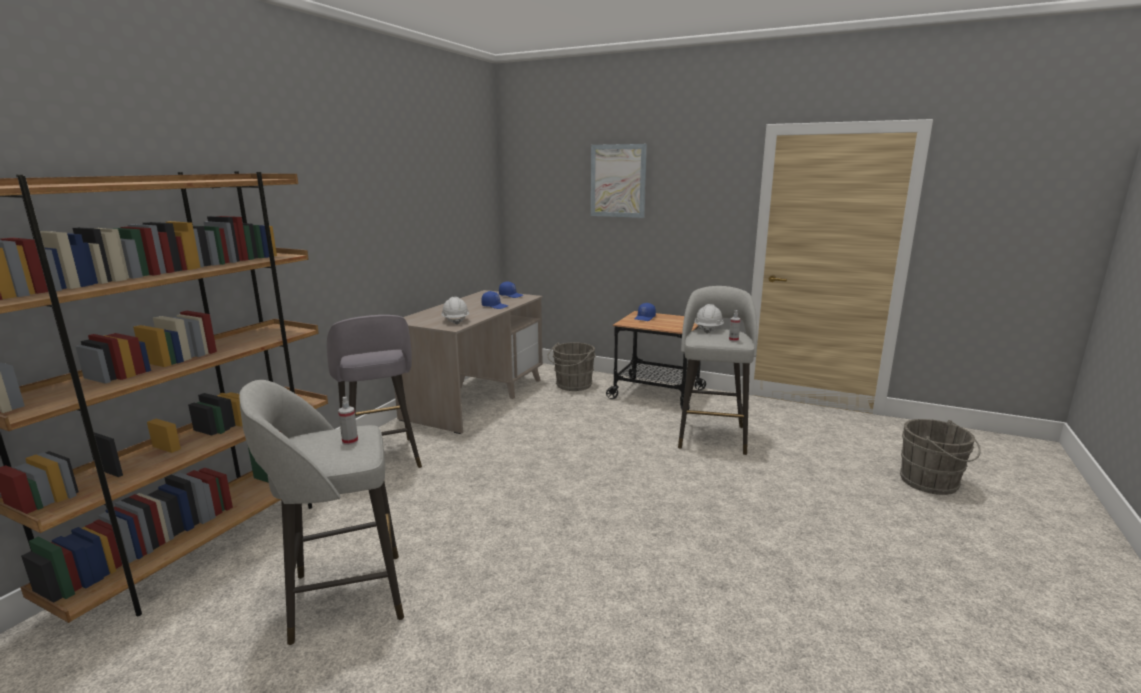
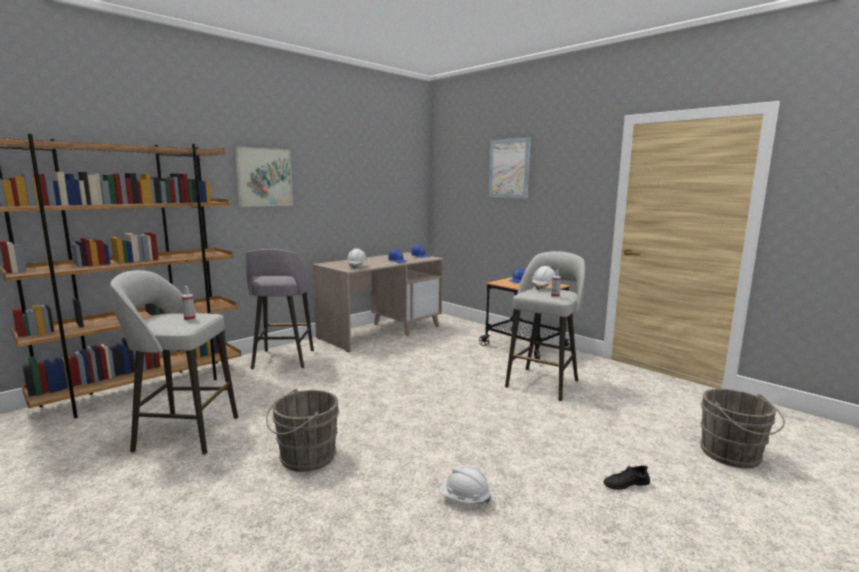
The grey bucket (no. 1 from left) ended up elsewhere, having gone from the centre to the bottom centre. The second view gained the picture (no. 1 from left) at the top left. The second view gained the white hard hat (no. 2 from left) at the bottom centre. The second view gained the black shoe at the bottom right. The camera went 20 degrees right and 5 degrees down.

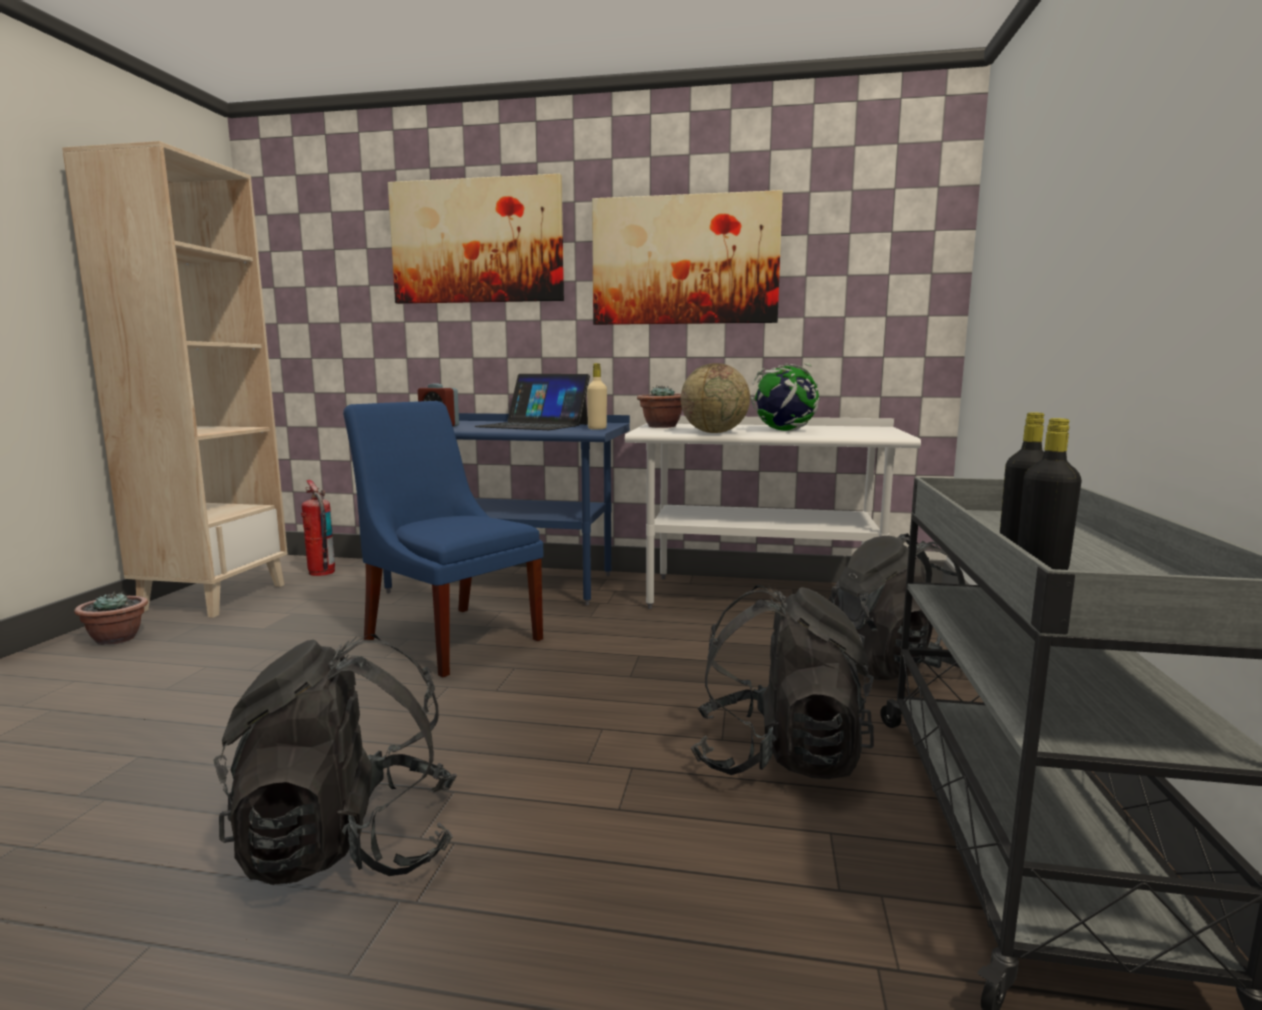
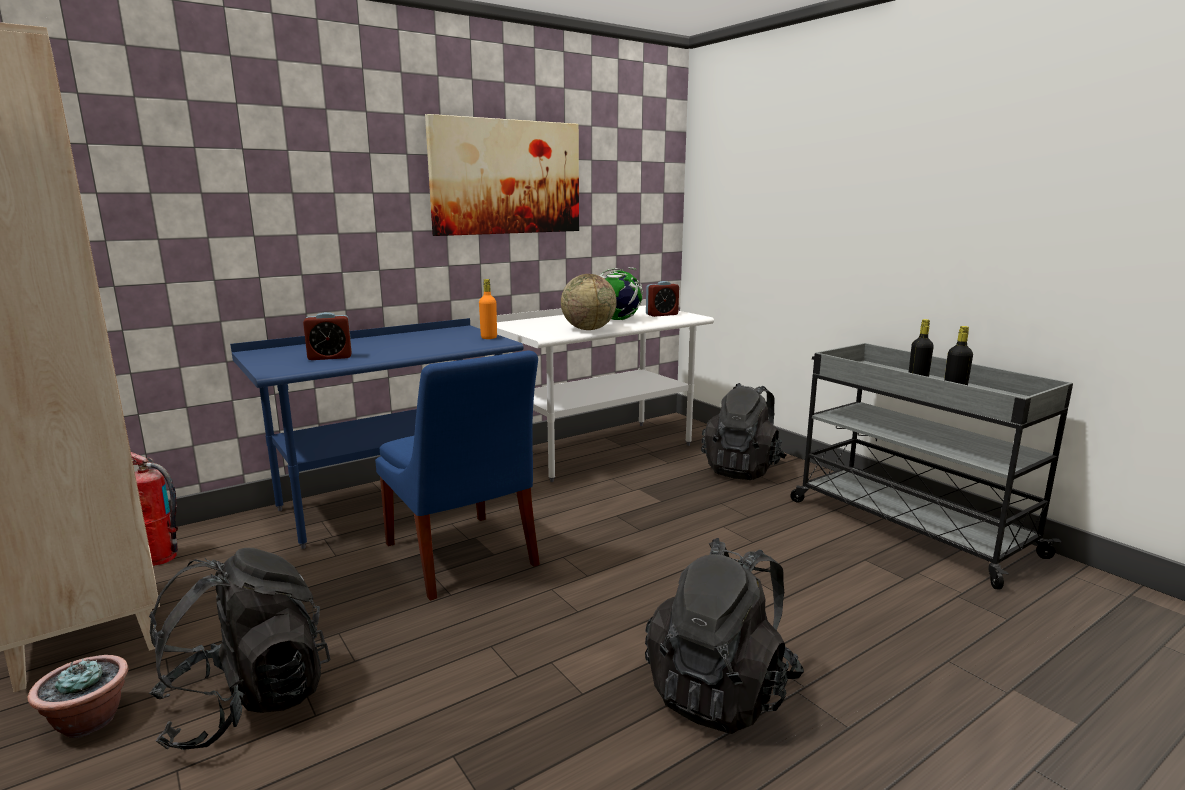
The blue chair at the centre ended up facing another way, 120 degrees counterclockwise from before. The second view lost the picture (no. 1 from left) at the top centre. The second view lost the laptop at the centre. What was the beige bottle at the centre turned into the orange bottle at the centre. The second view lost the potted plant (no. 2 from left) at the centre. The black backpack (no. 2 from left in the first image) ended up elsewhere, having gone from the bottom centre to the bottom left. The second view gained the alarm clock (no. 2 from left) at the centre. The camera went 45 degrees left and 5 degrees up.

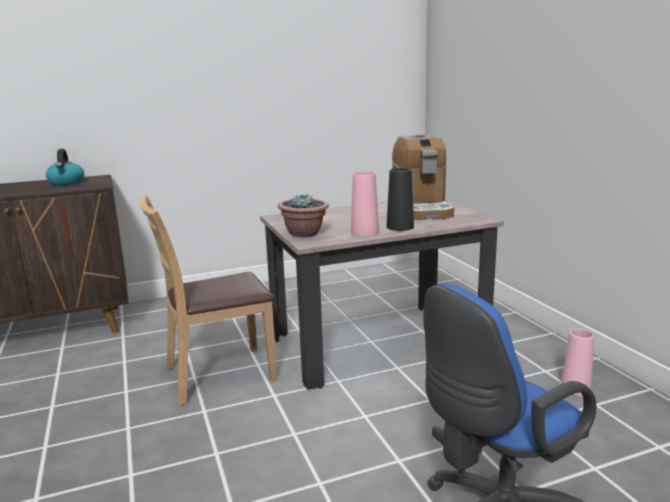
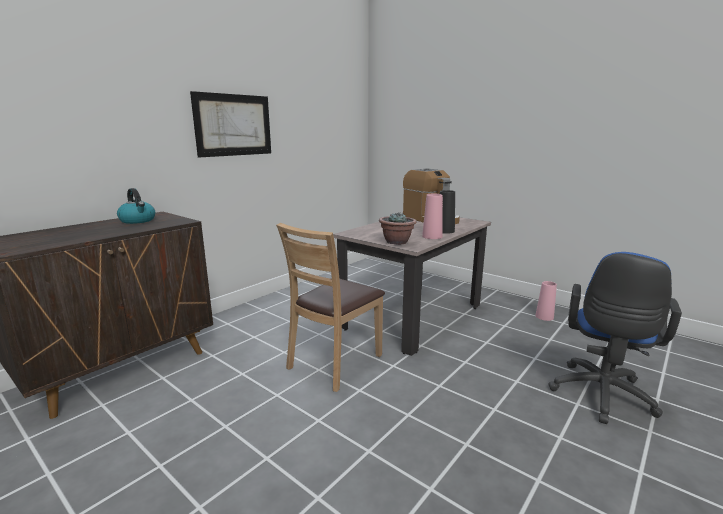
The second view gained the picture at the top left. The camera went 30 degrees left and 0 degrees up.

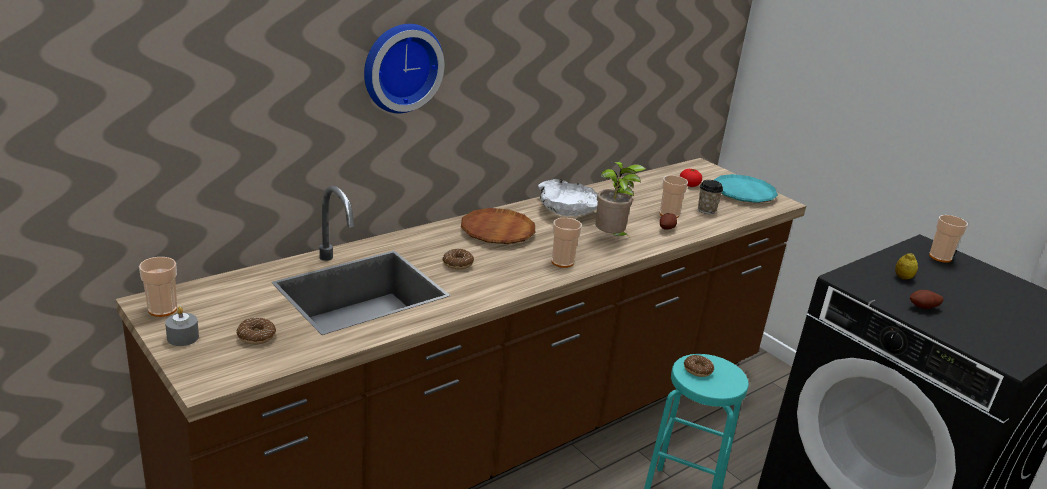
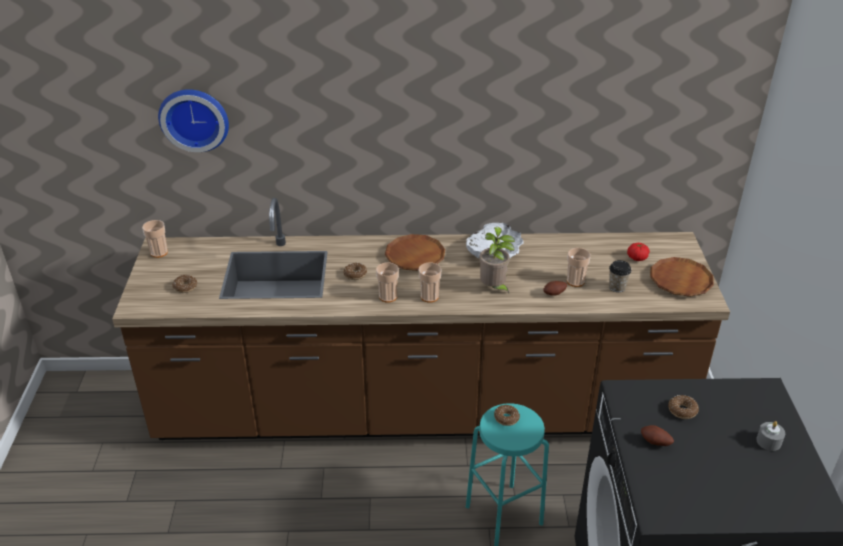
The grey candle ended up elsewhere, having gone from the bottom left to the bottom right. The wall clock ended up elsewhere, having gone from the top centre to the top left. What was the turquoise plate at the middle right turned into the brown plate (no. 2 from left) at the middle right. Where the lemon stood at the middle right, the donut (no. 4 from left) came to stand at the bottom right. The cup (no. 5 from left in the first image) ended up elsewhere, having gone from the middle right to the centre. The camera went 40 degrees right and 10 degrees up.

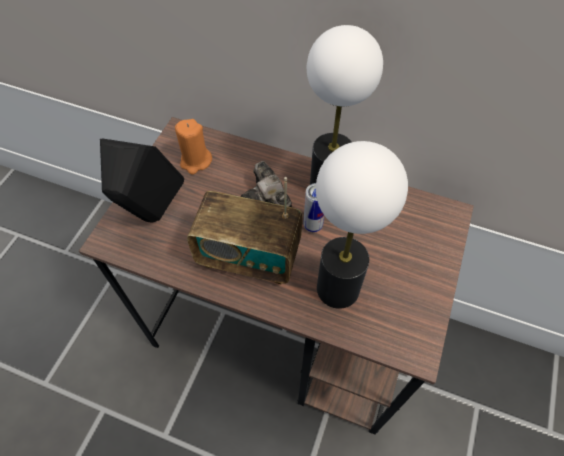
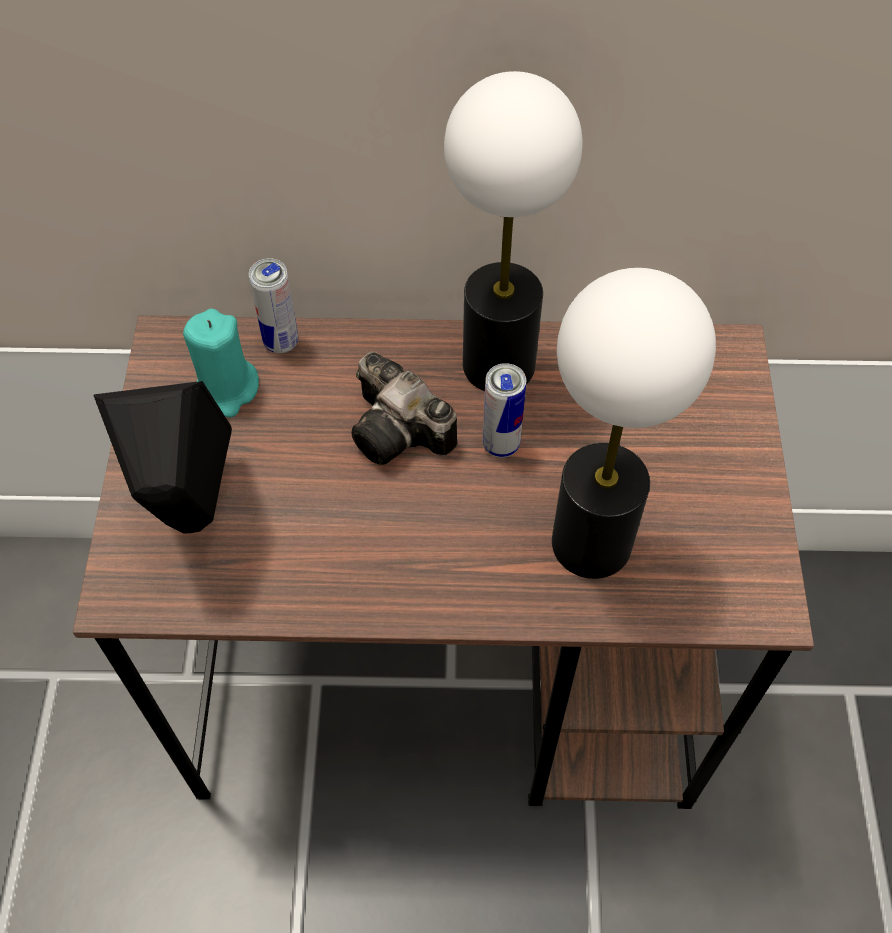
What was the orange candle at the top centre turned into the turquoise candle at the middle left. The second view lost the radio at the centre. The second view gained the can (no. 1 from left) at the top left. The camera went 20 degrees left and 0 degrees up.

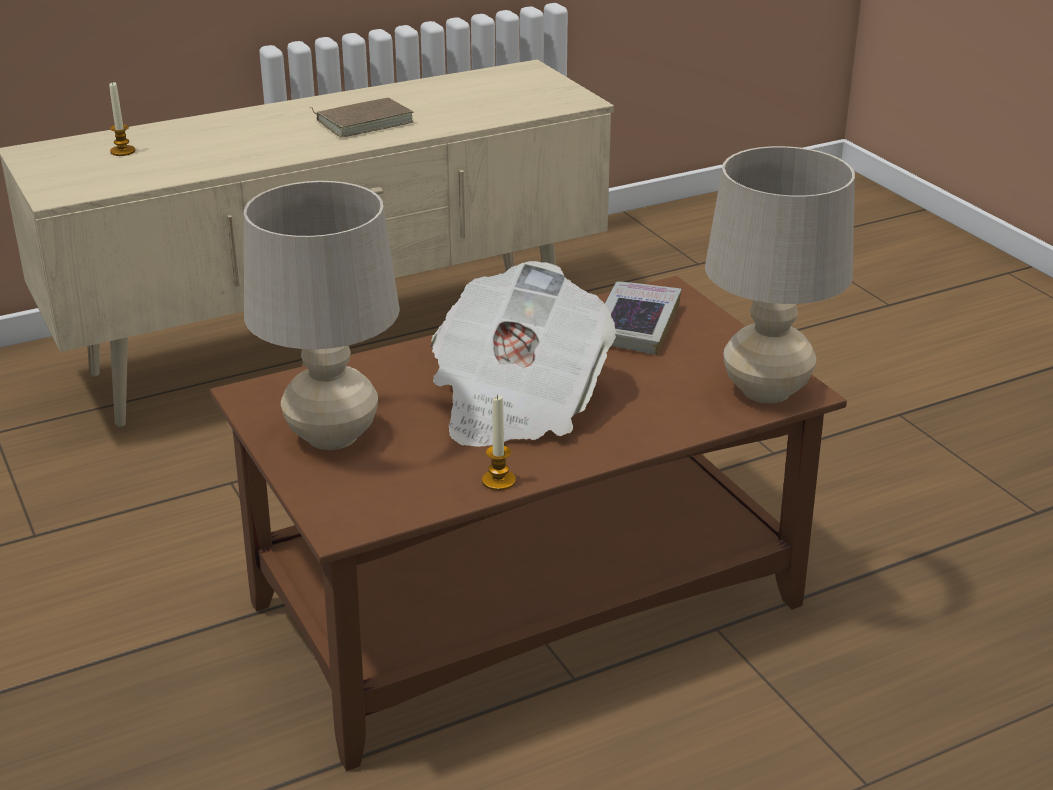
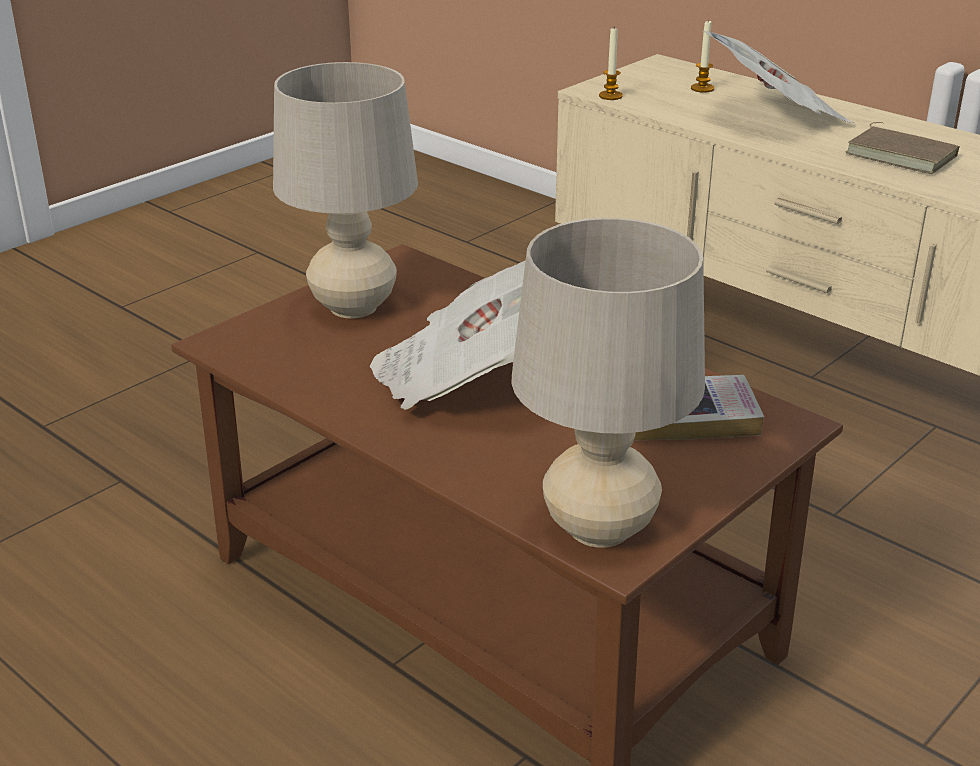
The candle (no. 2 from left in the first image) ended up elsewhere, having gone from the centre to the top centre. The second view gained the newspaper (no. 2 from left) at the top right. The camera went 70 degrees right and 0 degrees up.

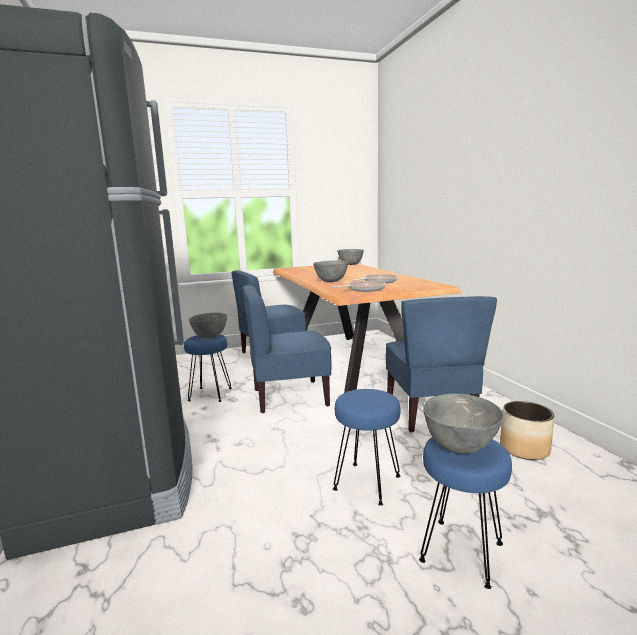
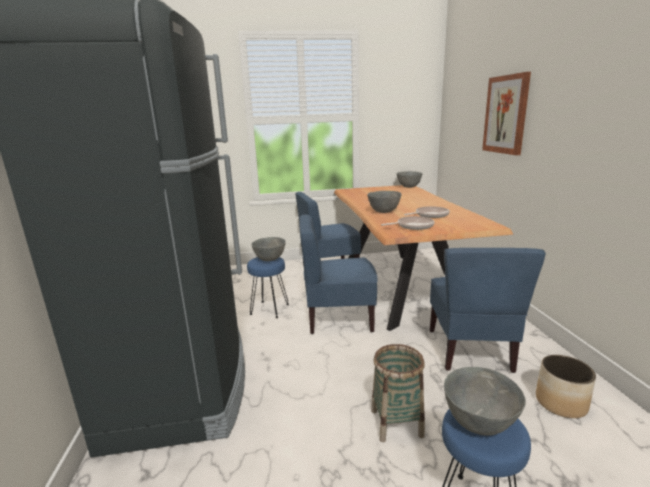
Where the blue stool (no. 2 from left) stood at the bottom centre, the basket came to stand at the bottom centre. The second view gained the picture at the top right. The camera went 10 degrees right and 5 degrees up.

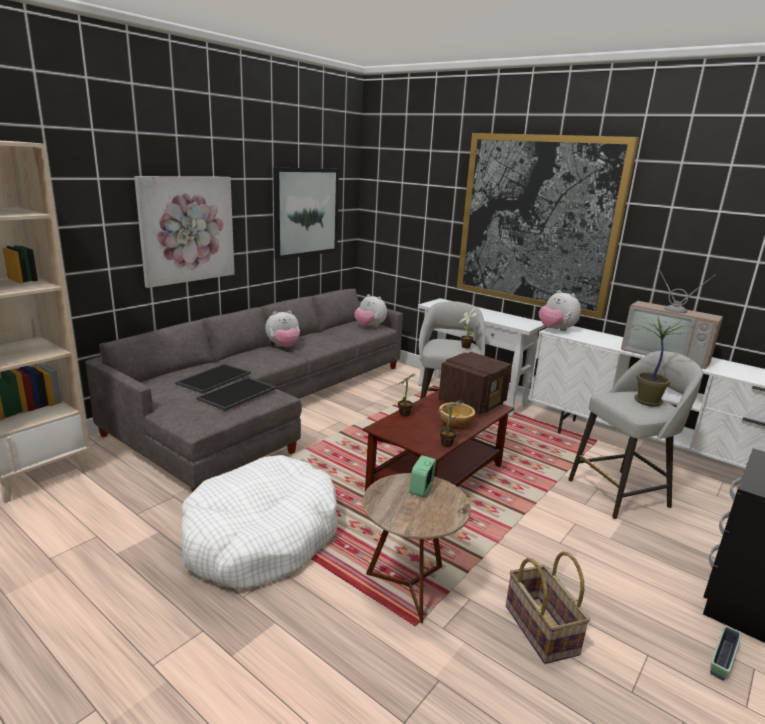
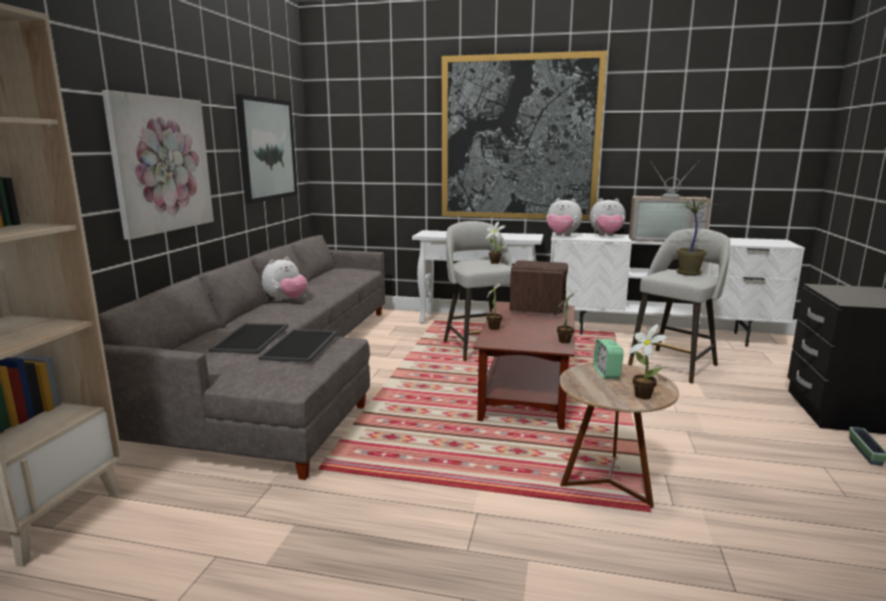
The second view lost the white dog bed at the bottom centre. The plush toy (no. 2 from left in the first image) ended up elsewhere, having gone from the centre to the middle right. The second view lost the bowl at the centre. The second view lost the basket at the bottom right. The second view gained the potted plant (no. 4 from left) at the middle right. The camera went 25 degrees left and 5 degrees down.

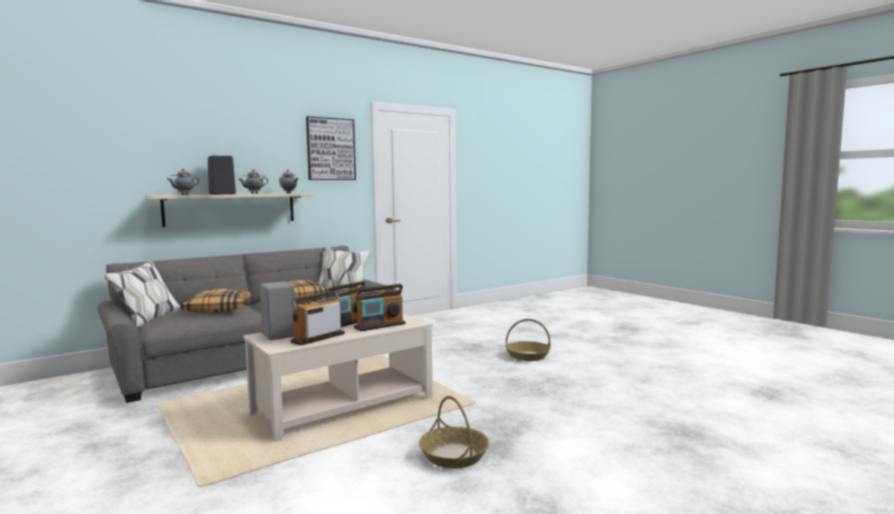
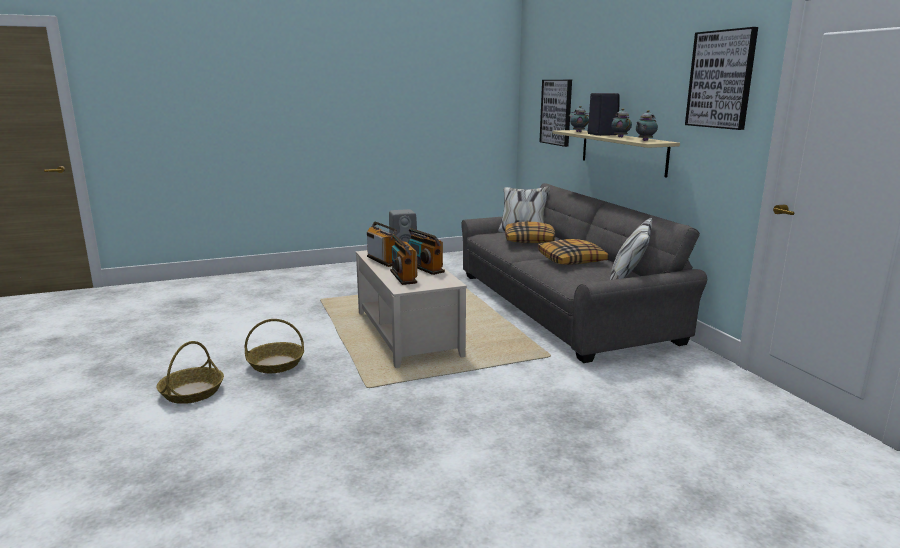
The basket (no. 2 from left in the first image) ended up elsewhere, having gone from the centre to the bottom left. The second view gained the picture (no. 1 from left) at the top centre. The camera went 105 degrees right and 10 degrees up.

